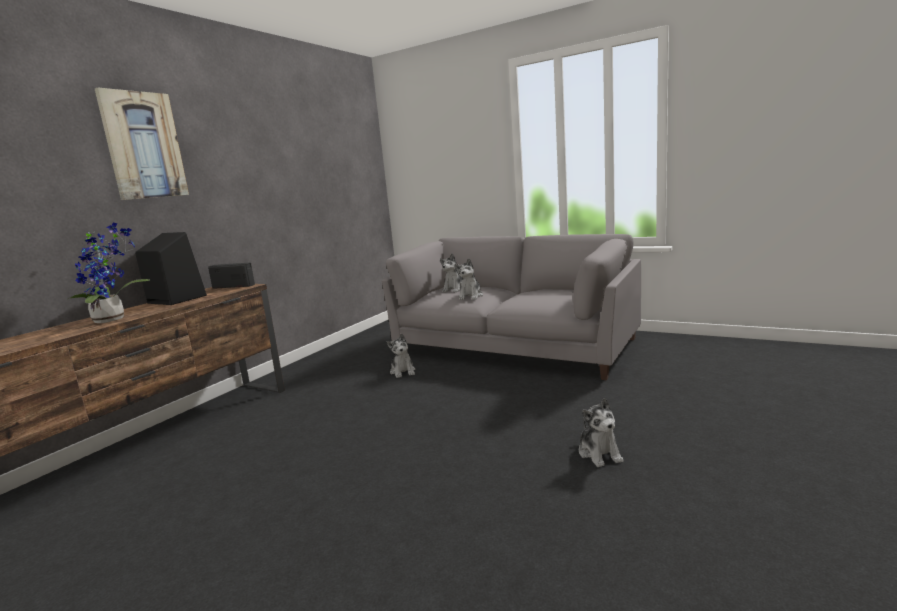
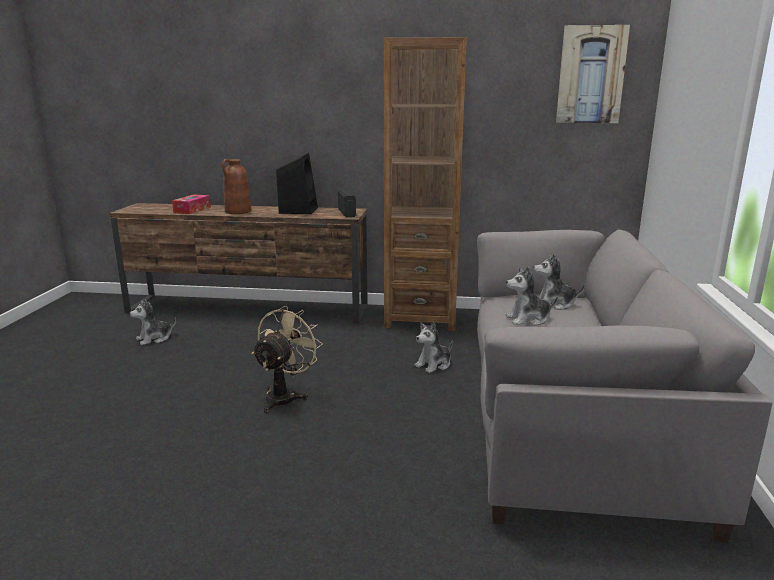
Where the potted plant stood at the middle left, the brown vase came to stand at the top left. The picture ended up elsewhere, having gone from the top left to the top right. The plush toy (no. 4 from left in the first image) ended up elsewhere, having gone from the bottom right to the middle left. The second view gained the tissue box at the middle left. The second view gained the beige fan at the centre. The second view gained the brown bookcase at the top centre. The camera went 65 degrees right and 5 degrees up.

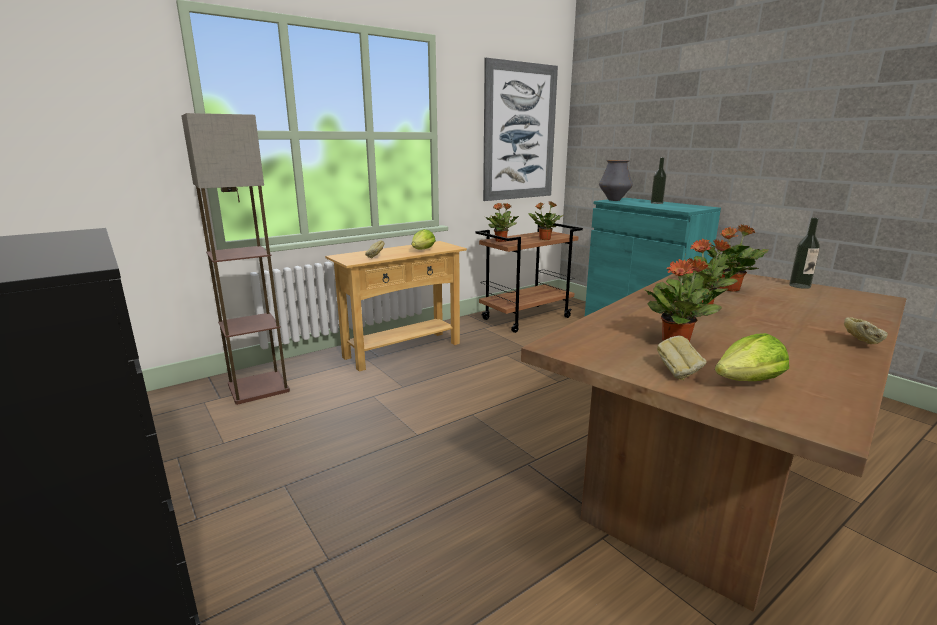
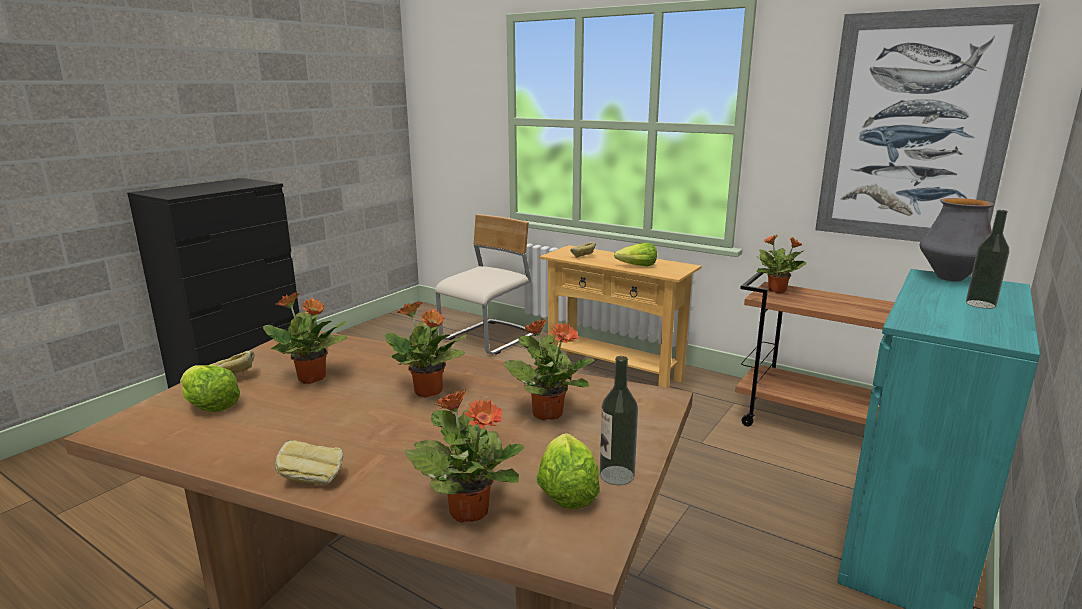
Where the floor lamp stood at the middle left, the beige chair came to stand at the centre. The potted plant (no. 2 from left in the first image) ended up elsewhere, having gone from the centre to the bottom centre. The second view gained the lettuce (no. 2 from left) at the bottom centre. The camera went 70 degrees right and 0 degrees up.

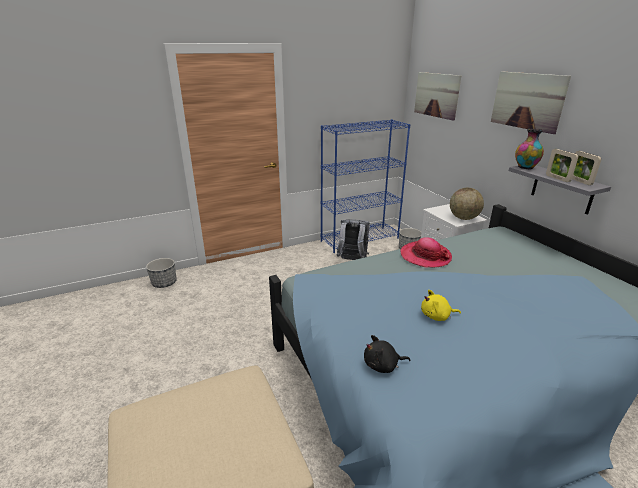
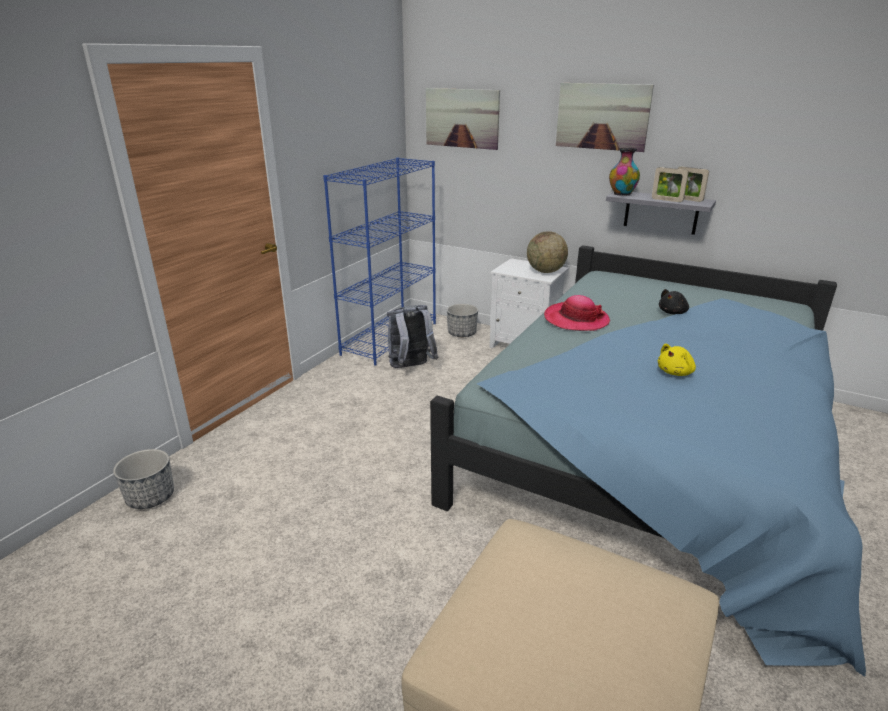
The black plush toy ended up elsewhere, having gone from the bottom centre to the middle right. The camera went 35 degrees left and 0 degrees up.

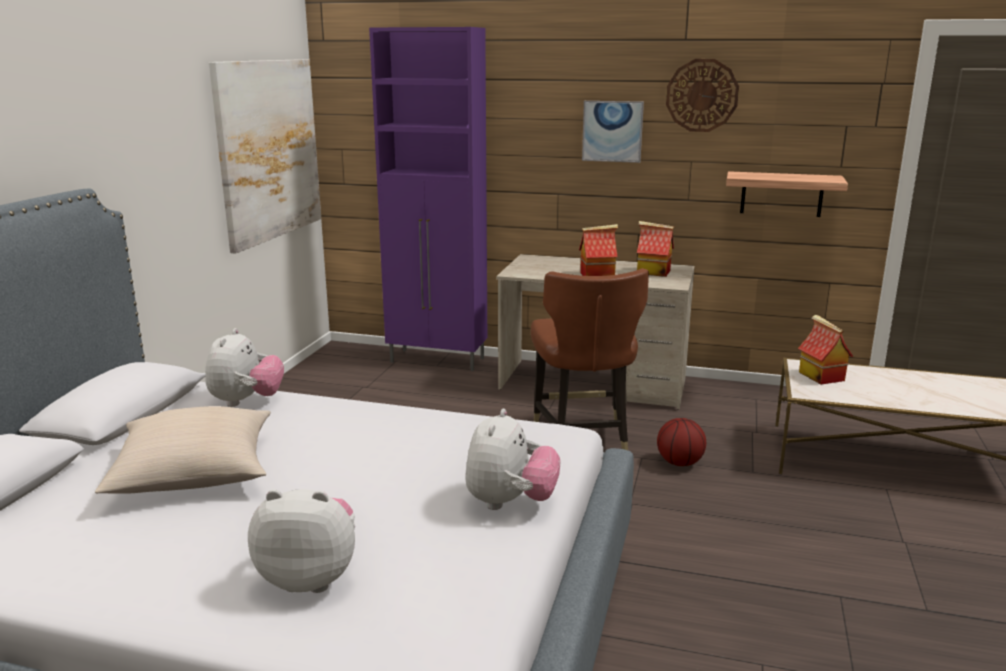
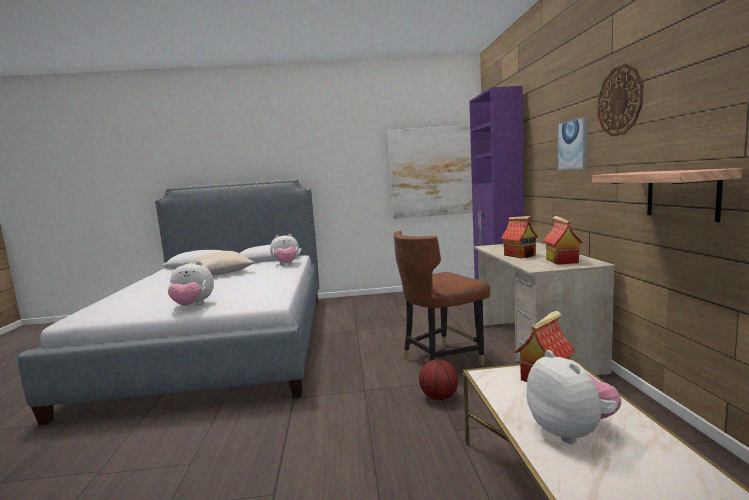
The plush toy (no. 2 from left in the first image) ended up elsewhere, having gone from the bottom left to the bottom right. The camera went 70 degrees right and 10 degrees down.

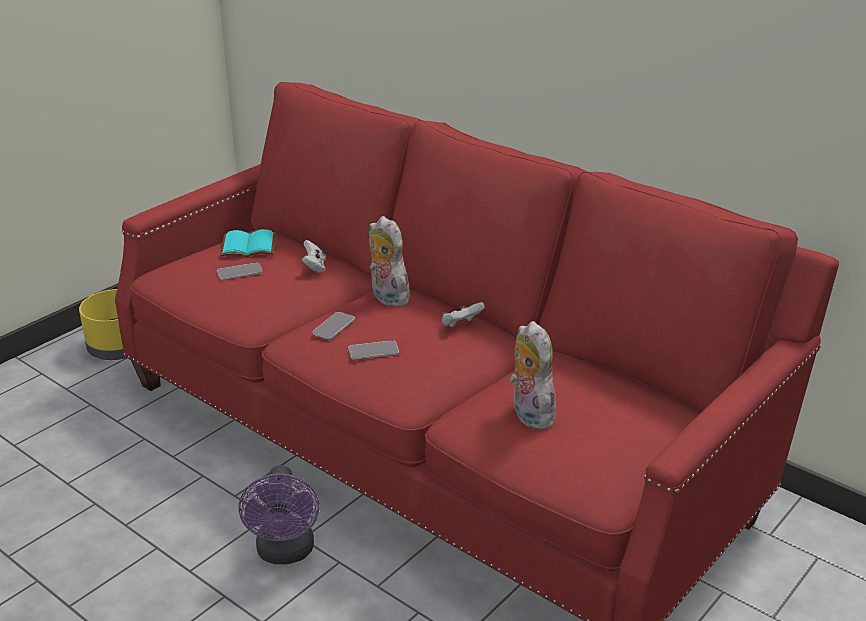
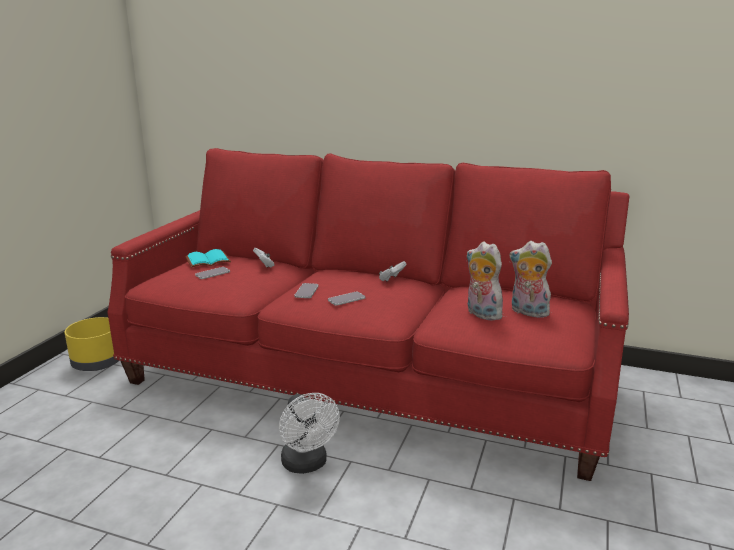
What was the purple fan at the bottom left turned into the white fan at the bottom centre. The plush toy (no. 1 from left in the first image) ended up elsewhere, having gone from the centre to the middle right. The camera went 20 degrees left and 10 degrees down.

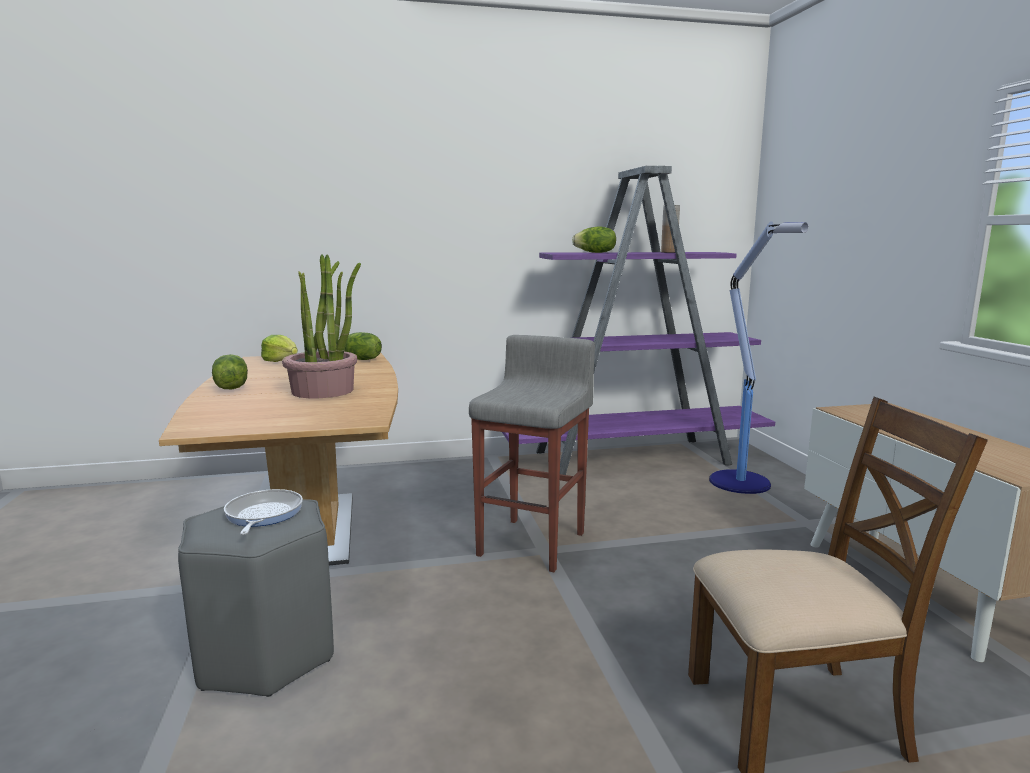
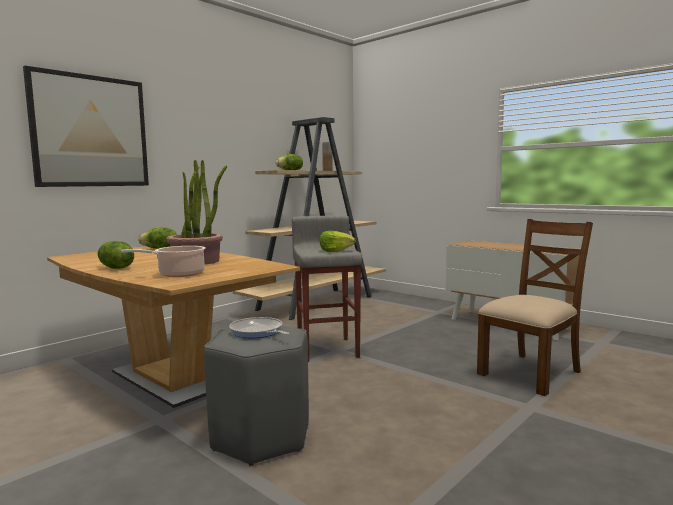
The lettuce (no. 2 from left in the first image) ended up elsewhere, having gone from the middle left to the centre. What was the purple bookcase at the centre turned into the beige bookcase at the centre. The second view lost the floor lamp at the middle right. The second view gained the picture at the top left. The second view gained the cooking pot at the middle left. The camera went 35 degrees left and 5 degrees down.

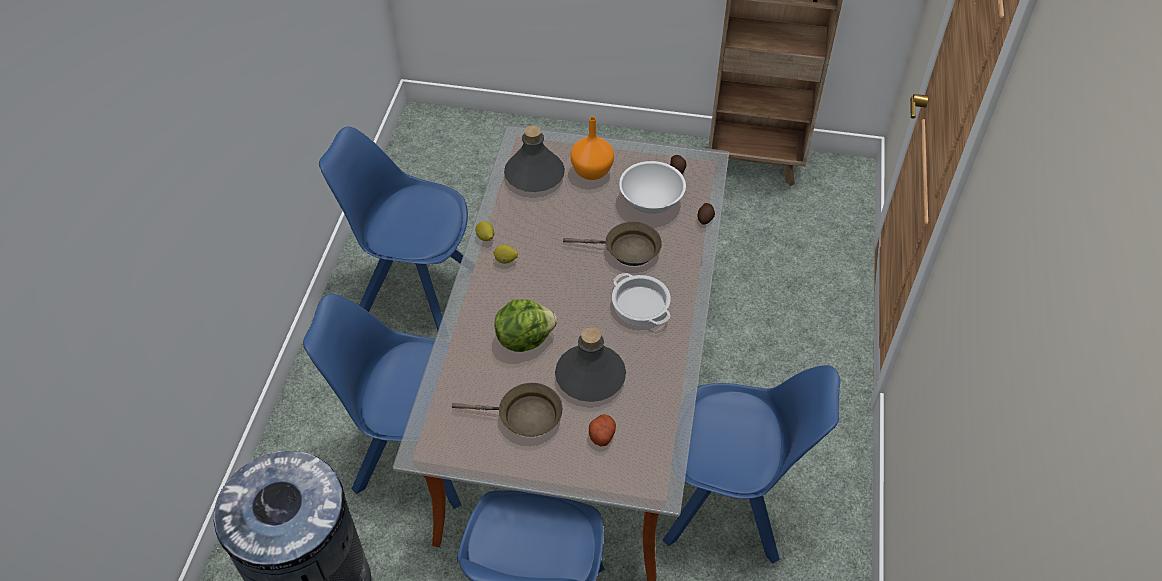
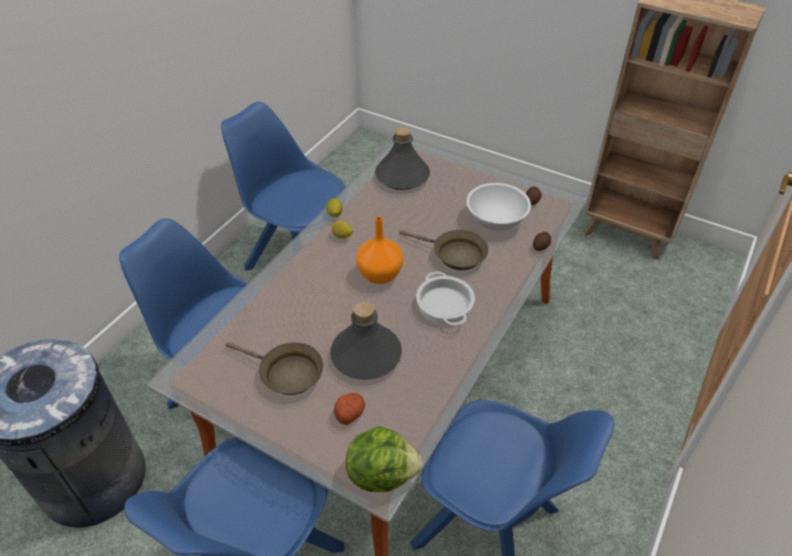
The lettuce ended up elsewhere, having gone from the centre to the bottom centre. The orange vase ended up elsewhere, having gone from the top centre to the centre. The camera went 20 degrees right and 5 degrees down.

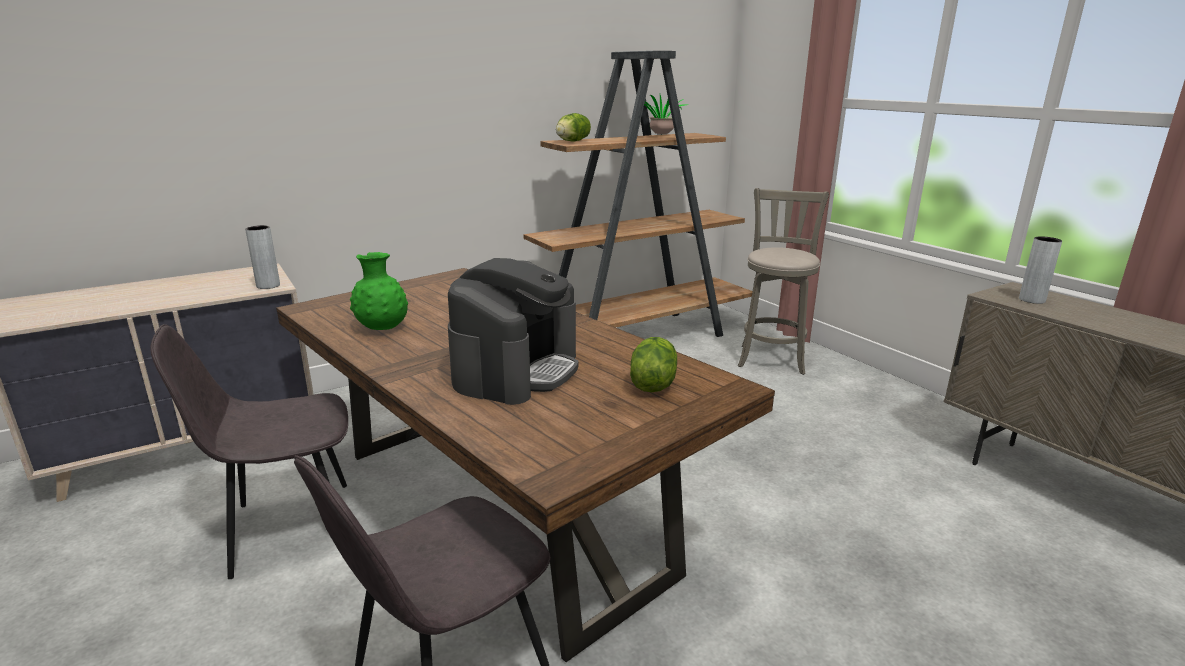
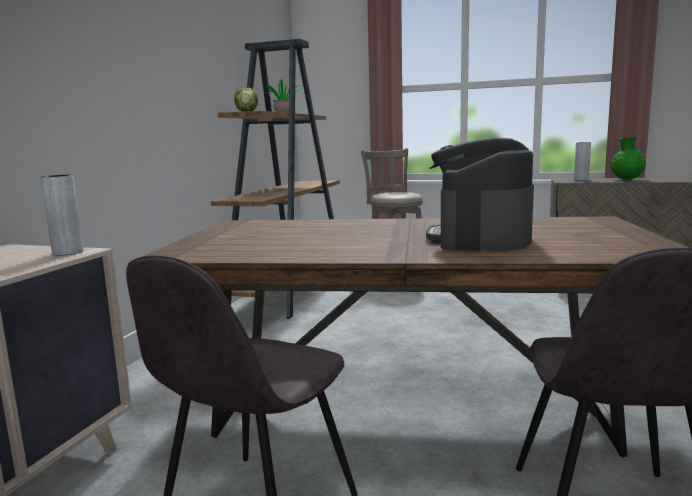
The green vase ended up elsewhere, having gone from the middle left to the top right. The coffee machine at the centre ended up facing another way, 150 degrees counterclockwise from before. The second view lost the lettuce (no. 2 from left) at the centre. The camera went 40 degrees left and 10 degrees down.

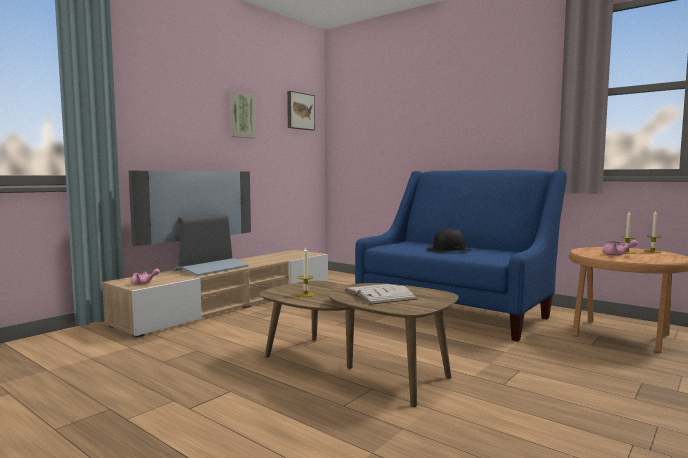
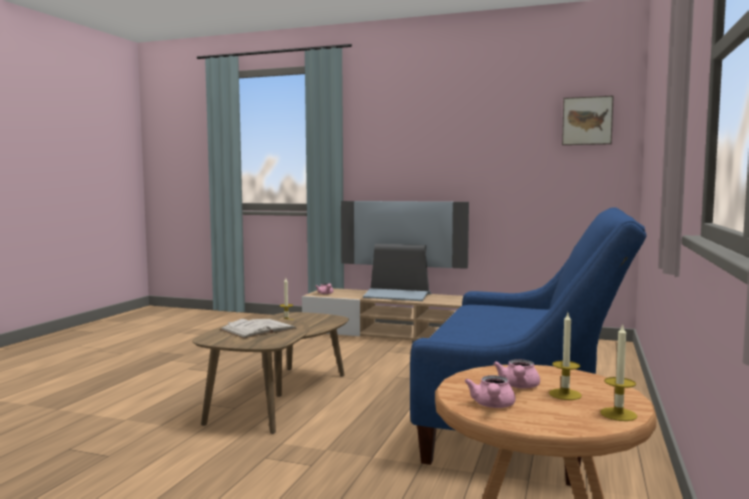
The second view lost the picture (no. 1 from left) at the top centre. The second view lost the black hat at the centre. The second view gained the pink teapot (no. 2 from left) at the bottom centre. The camera went 70 degrees right and 0 degrees up.

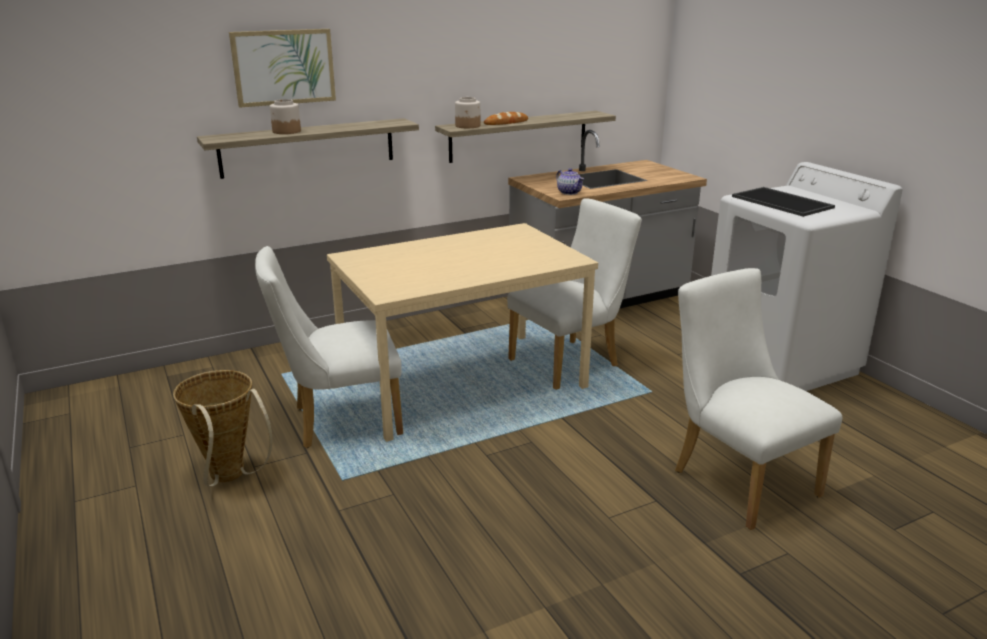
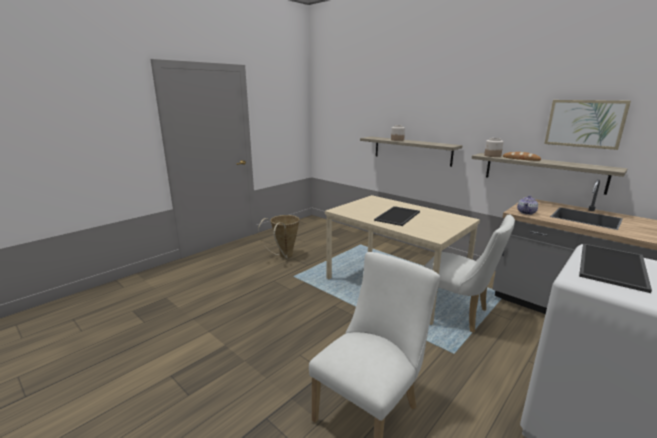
The picture ended up elsewhere, having gone from the top left to the top right. The second view lost the white chair (no. 1 from left) at the centre. The second view gained the tray (no. 1 from left) at the centre. The camera went 70 degrees right and 5 degrees down.

